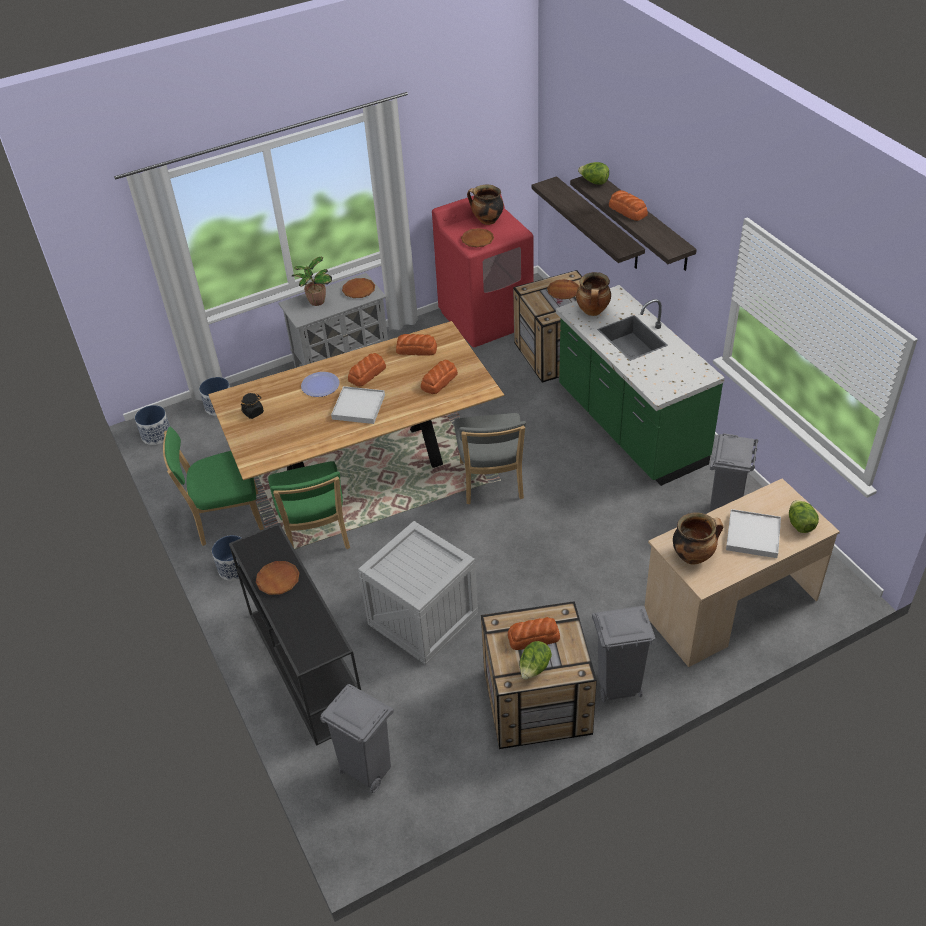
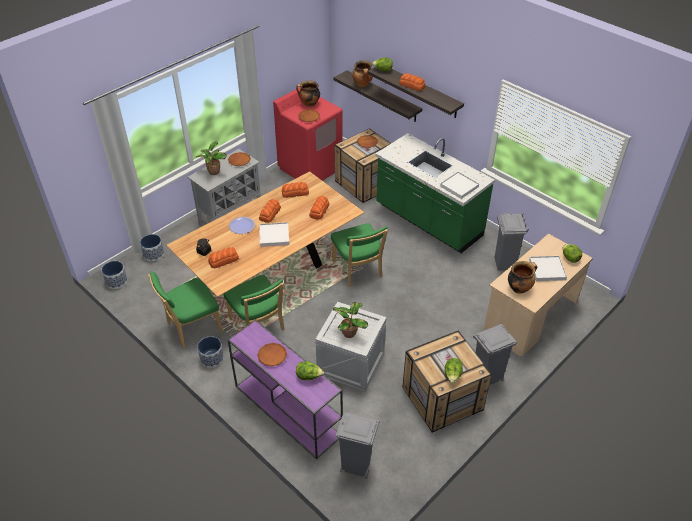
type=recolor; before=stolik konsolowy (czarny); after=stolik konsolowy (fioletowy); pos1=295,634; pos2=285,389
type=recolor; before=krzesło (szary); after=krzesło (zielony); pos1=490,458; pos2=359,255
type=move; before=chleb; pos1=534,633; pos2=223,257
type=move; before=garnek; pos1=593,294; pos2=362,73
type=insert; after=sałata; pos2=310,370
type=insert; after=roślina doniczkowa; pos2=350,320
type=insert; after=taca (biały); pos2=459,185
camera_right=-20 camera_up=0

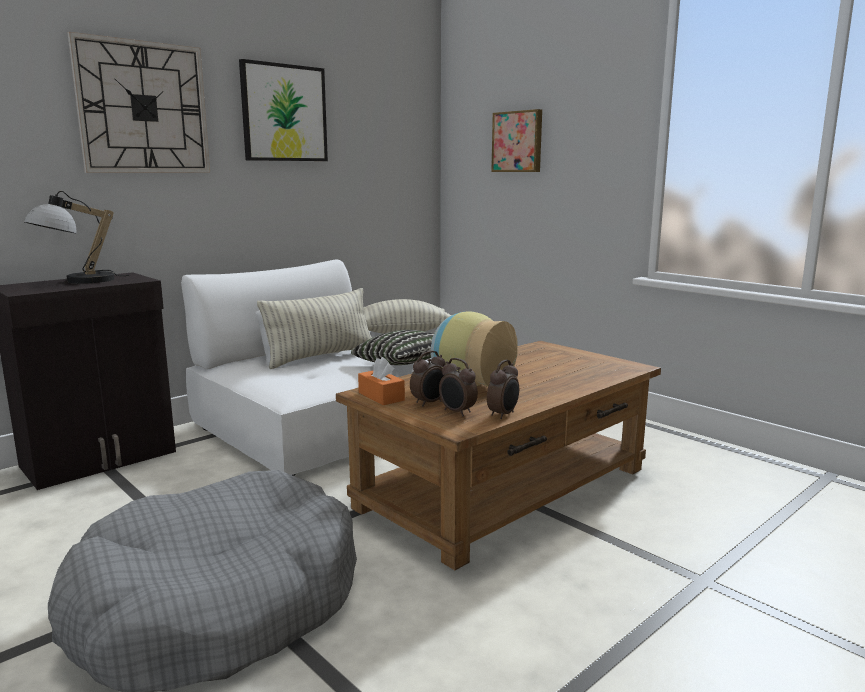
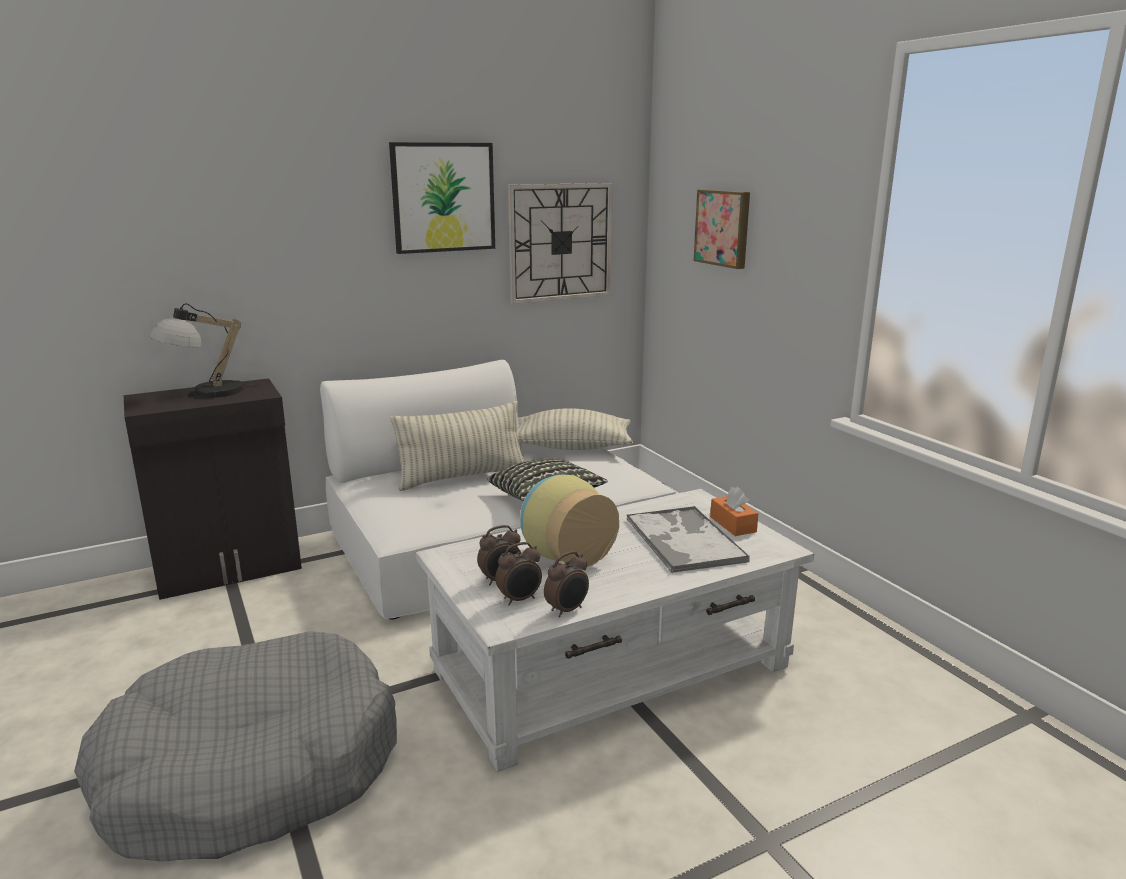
type=move; before=zegar ścienny; pos1=138,102; pos2=560,243
type=recolor; before=ława (brązowy); after=ława (biały); pos1=498,455; pos2=615,630
type=move; before=pudełko chusteczek (pomarańczowy); pos1=381,381; pos2=734,511
type=rotate; before=budzik; pos1=458,387; pos2=518,573; turn=-90
type=insert; after=taca; pos2=688,540
camera_right=15 camera_up=5

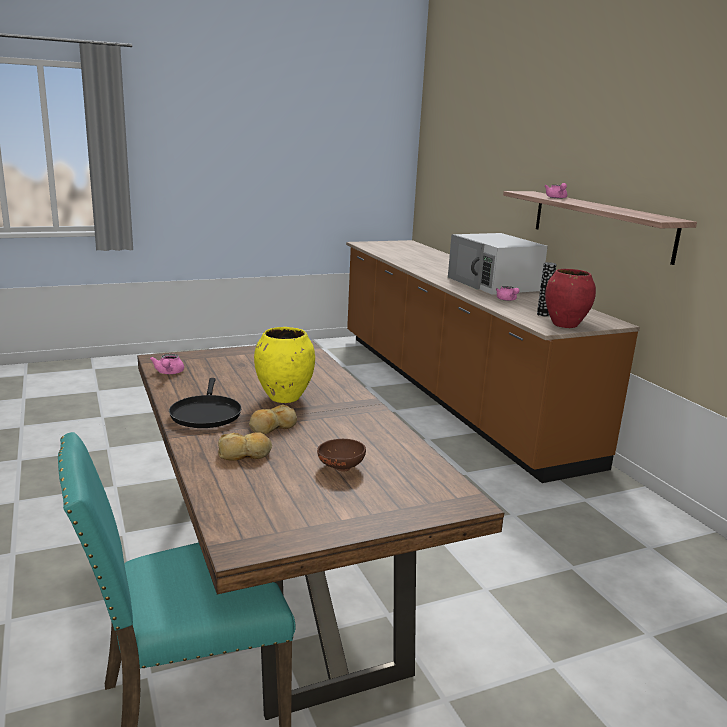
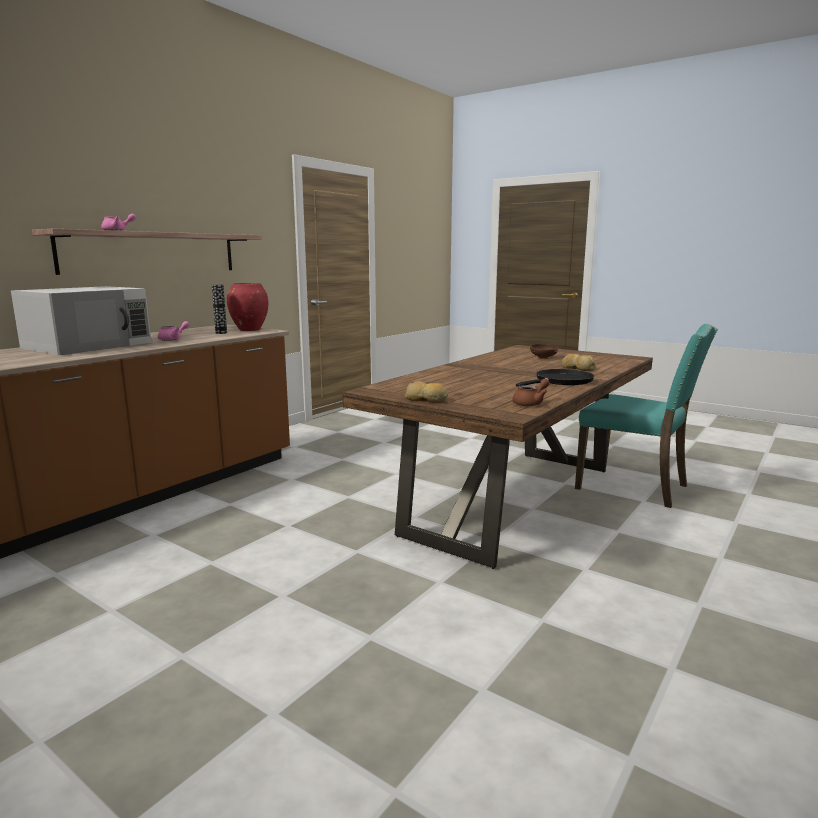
type=recolor; before=imbryk (różowy); after=imbryk (brązowy); pos1=167,364; pos2=531,392
type=move; before=chleb; pos1=273,419; pos2=426,392
type=delete; before=wazon (żółty); pos1=284,365
camera_right=-120 camera_up=-5

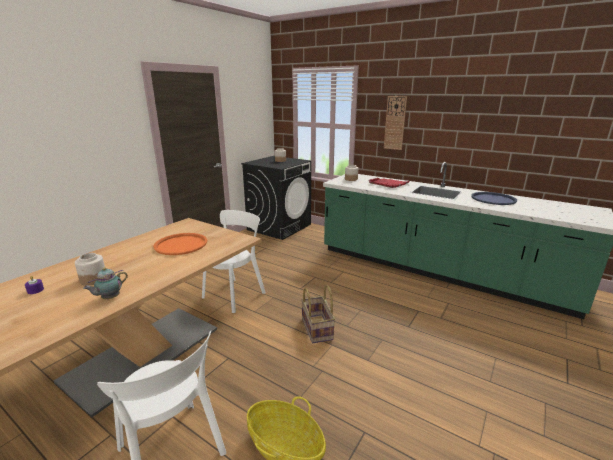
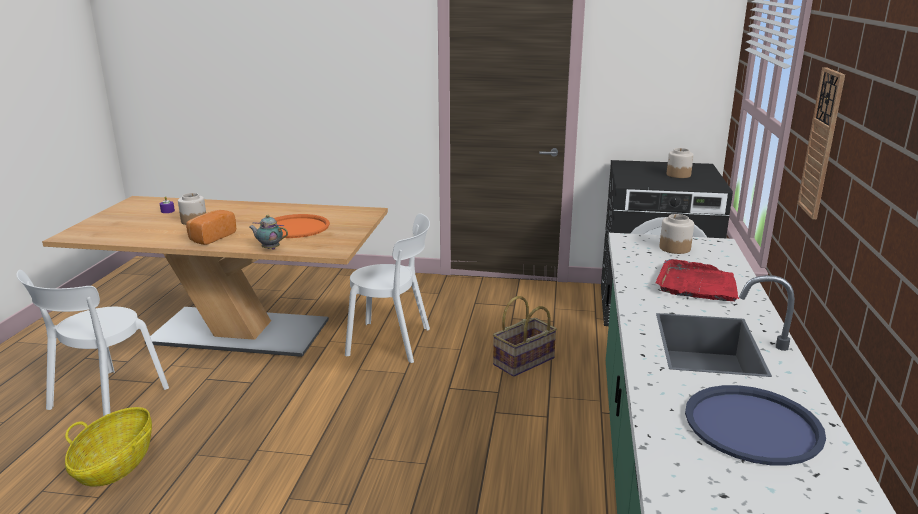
type=move; before=imbryk; pos1=105,283; pos2=268,232
type=move; before=koszyk; pos1=318,314; pos2=525,336
type=insert; after=chleb; pos2=211,227
camera_right=65 camera_up=0

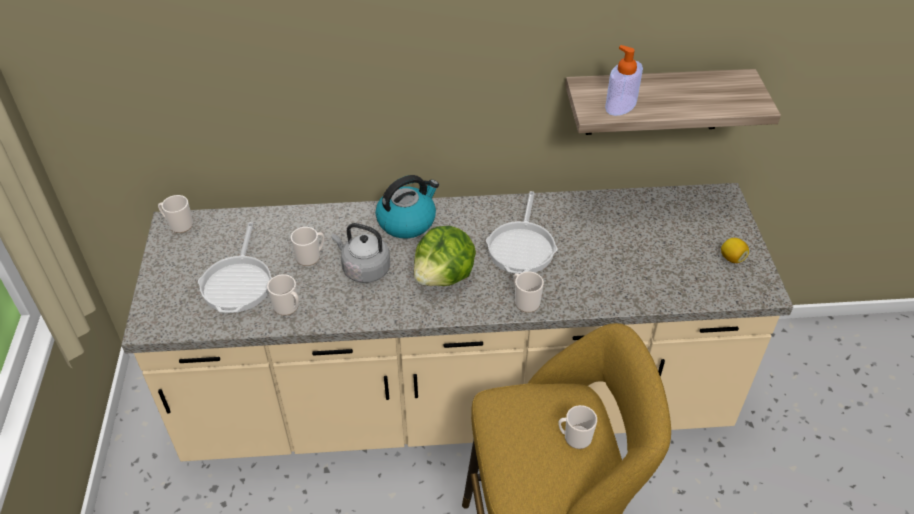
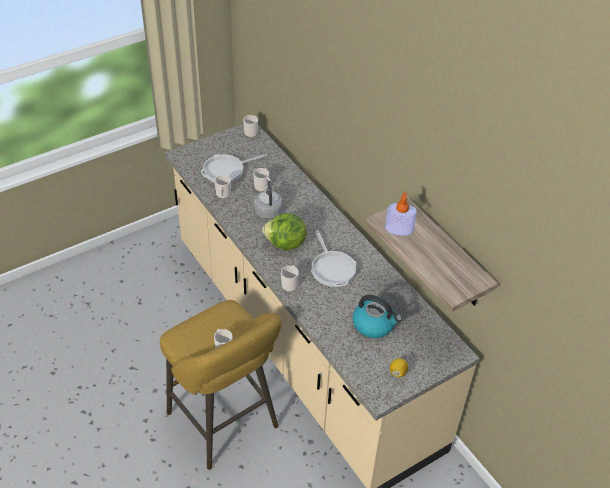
type=move; before=czajnik; pos1=407,206; pos2=377,316
type=rotate; before=patelnia; pos1=522,232; pos2=333,258; turn=-90
camera_right=60 camera_up=0

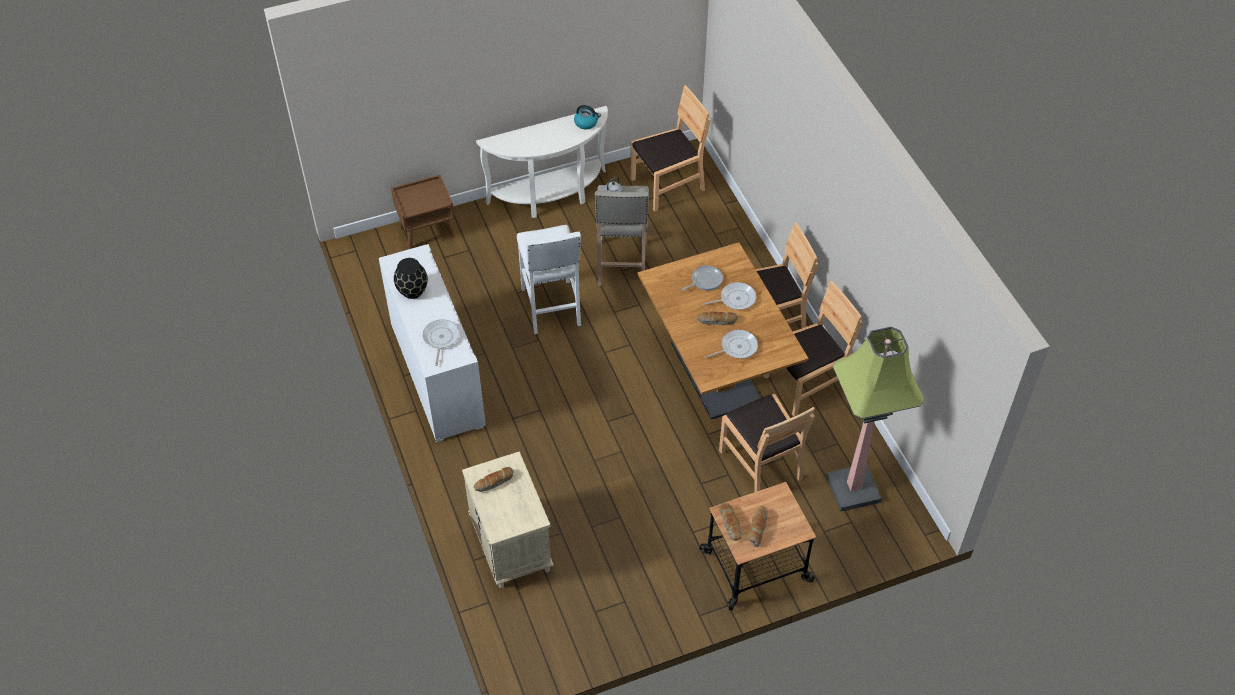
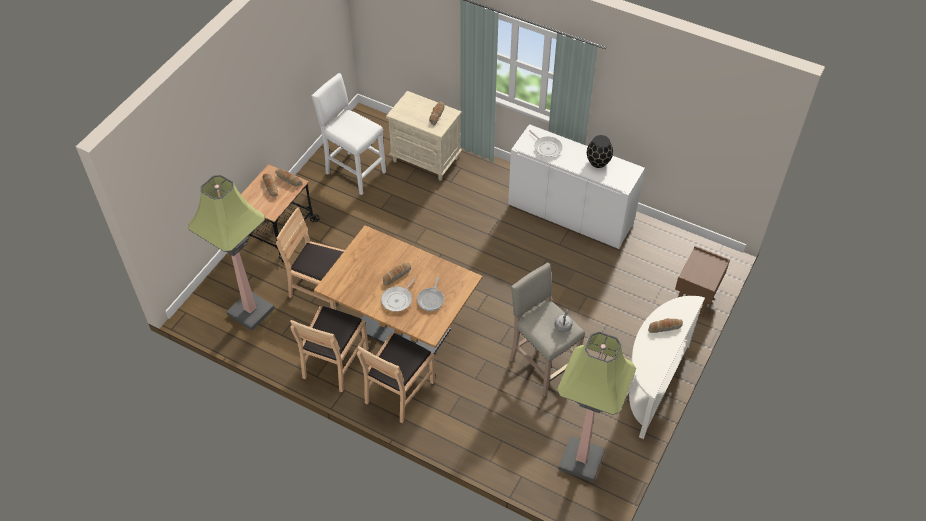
type=move; before=stołek (biały); pos1=549,279; pos2=348,134
type=delete; before=czajnik; pos1=587,117
type=replace; before=krzesło (brązowy); after=lampa stojąca; pos1=670,148; pos2=596,407
type=delete; before=patelnia; pos1=731,344
type=insert; after=chleb; pos2=665,325
camera_right=140 camera_up=0

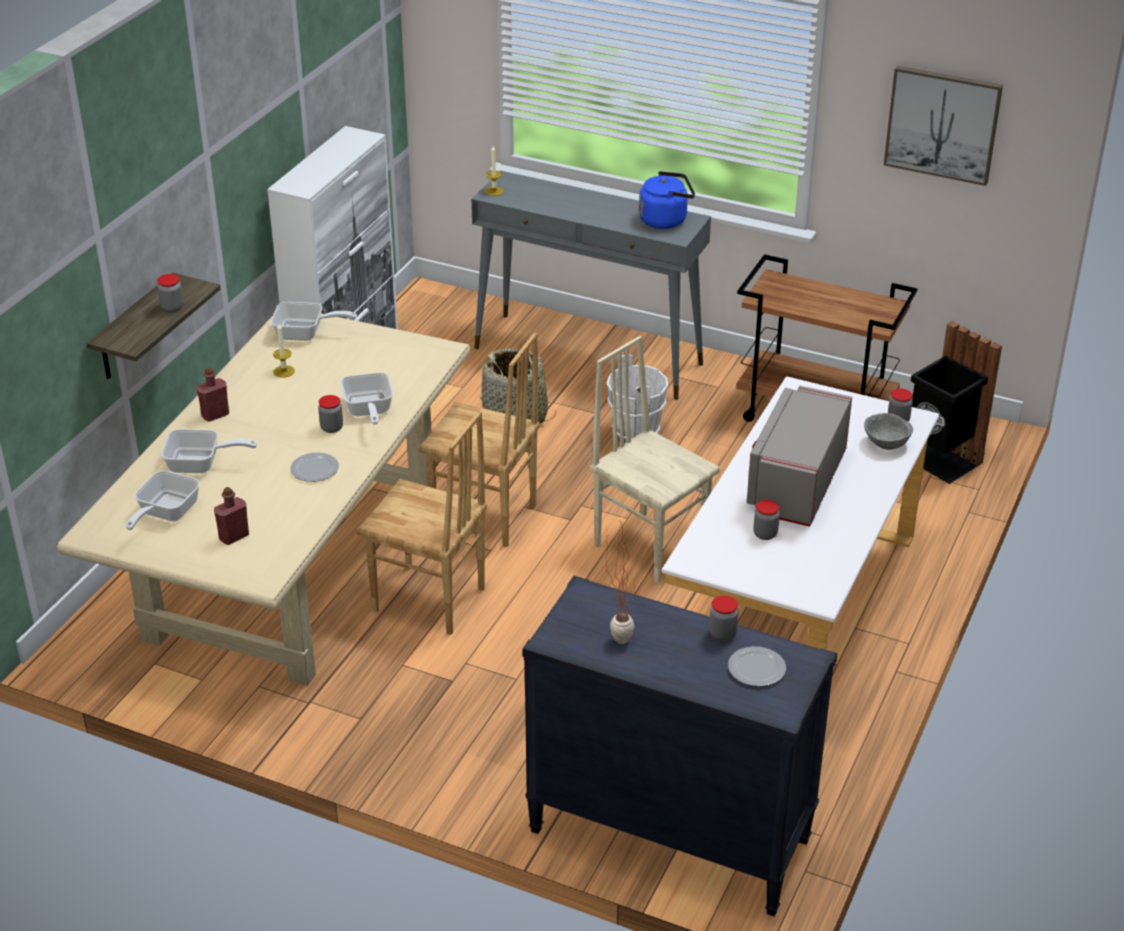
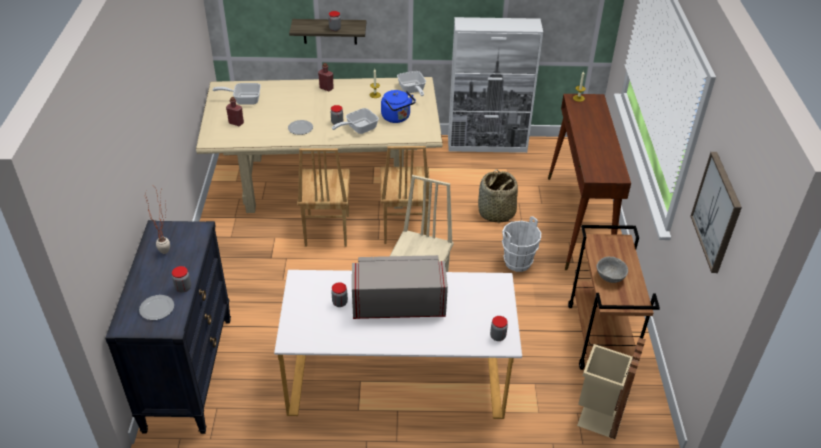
type=delete; before=patelnia; pos1=209,451
type=recolor; before=stolik konsolowy (szary); after=stolik konsolowy (brązowy); pos1=591,285; pos2=589,182
type=move; before=czajnik (niebieski); pos1=667,200; pos2=398,106
type=move; before=miska (szary); pos1=888,431; pos2=612,270
type=recolor; before=kosz na śmieci (czarny); after=kosz na śmieci (beżowy); pos1=956,402; pos2=611,388
camera_right=65 camera_up=5

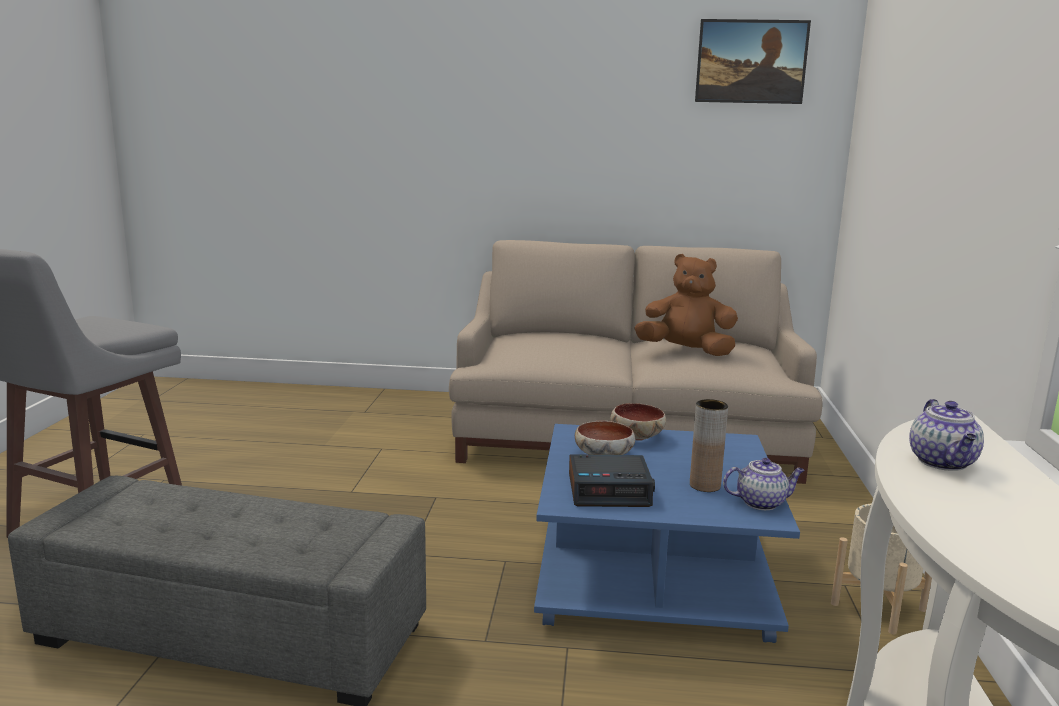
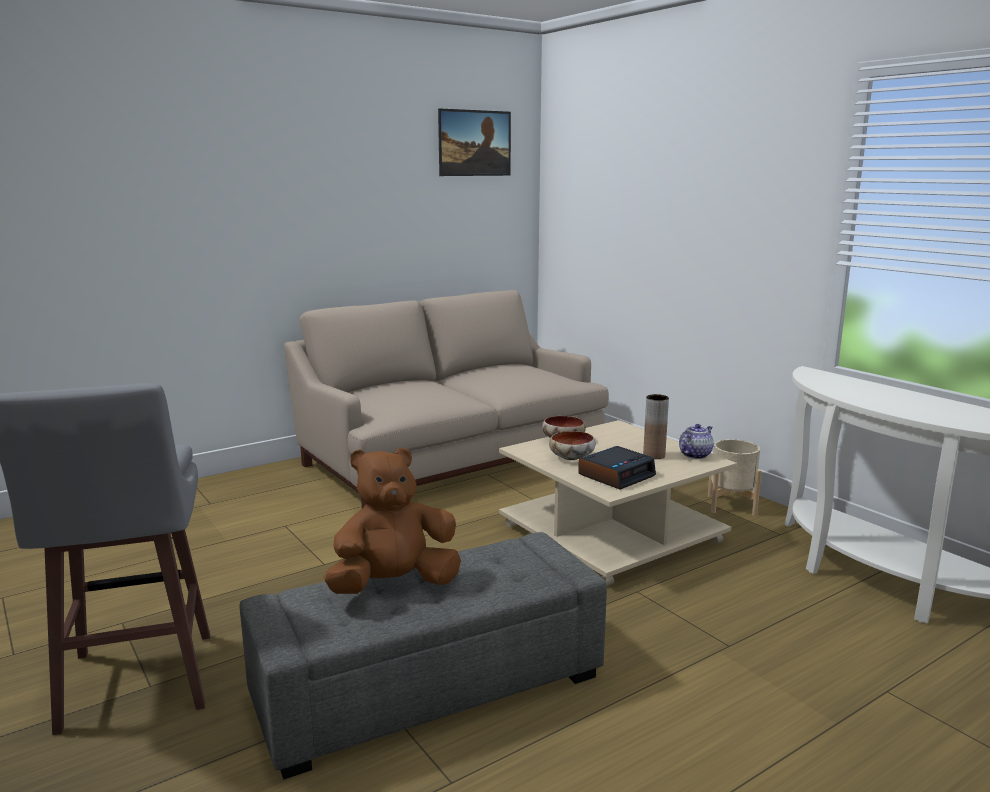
type=recolor; before=ława (niebieski); after=ława (beżowy); pos1=667,533; pos2=618,503
type=move; before=pluszak (brązowy); pos1=686,305; pos2=392,520
type=delete; before=imbryk; pos1=946,435
camera_right=-40 camera_up=0

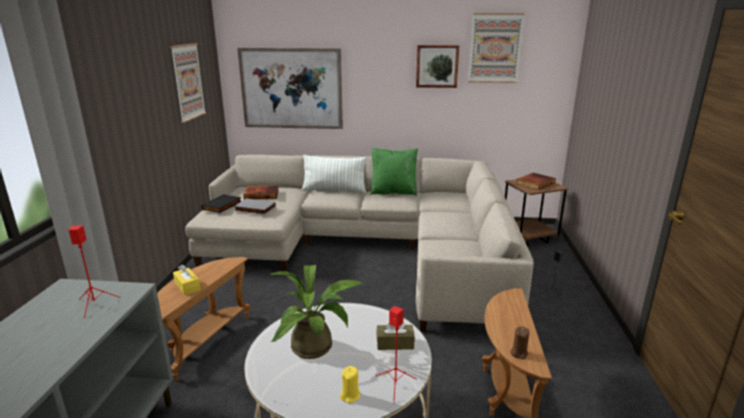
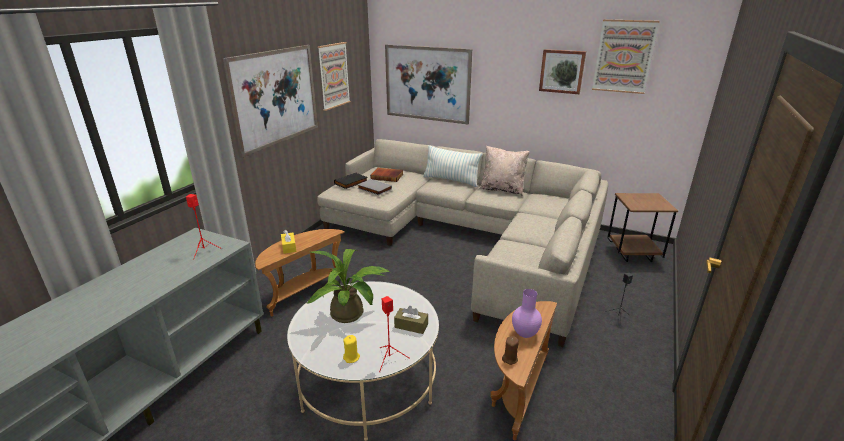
type=recolor; before=poduszka (zielony); after=poduszka (beżowy); pos1=394,172; pos2=504,171
type=delete; before=książka; pos1=536,181
type=insert; after=obraz; pos2=270,101
type=insert; after=wazon (fioletowy); pos2=527,313
camera_right=20 camera_up=5

